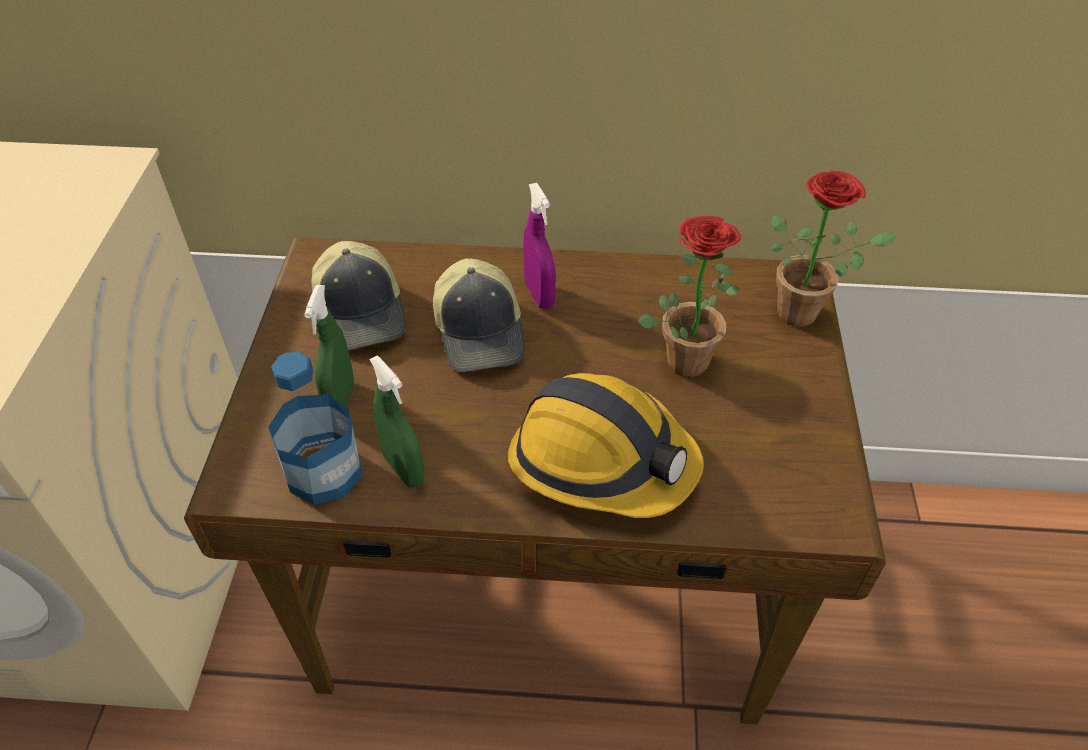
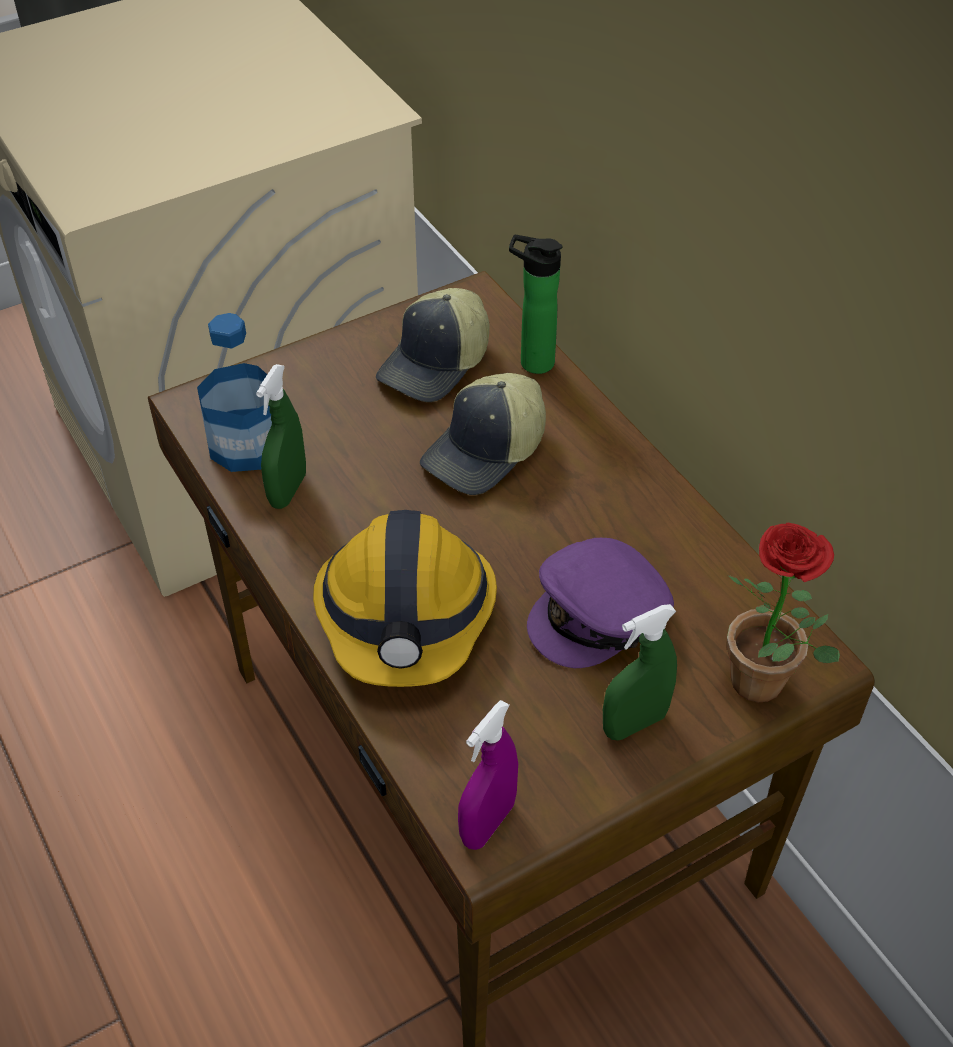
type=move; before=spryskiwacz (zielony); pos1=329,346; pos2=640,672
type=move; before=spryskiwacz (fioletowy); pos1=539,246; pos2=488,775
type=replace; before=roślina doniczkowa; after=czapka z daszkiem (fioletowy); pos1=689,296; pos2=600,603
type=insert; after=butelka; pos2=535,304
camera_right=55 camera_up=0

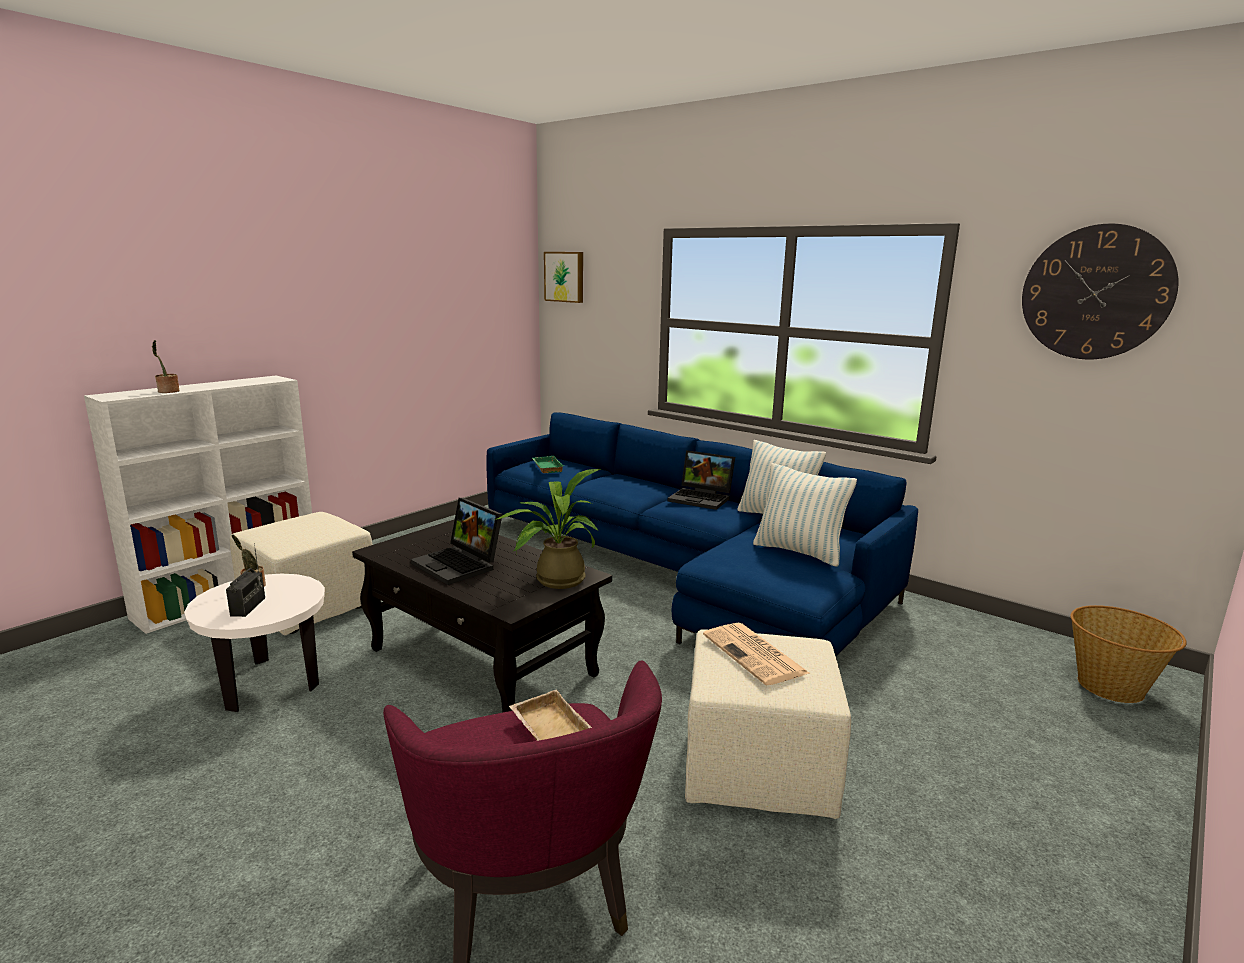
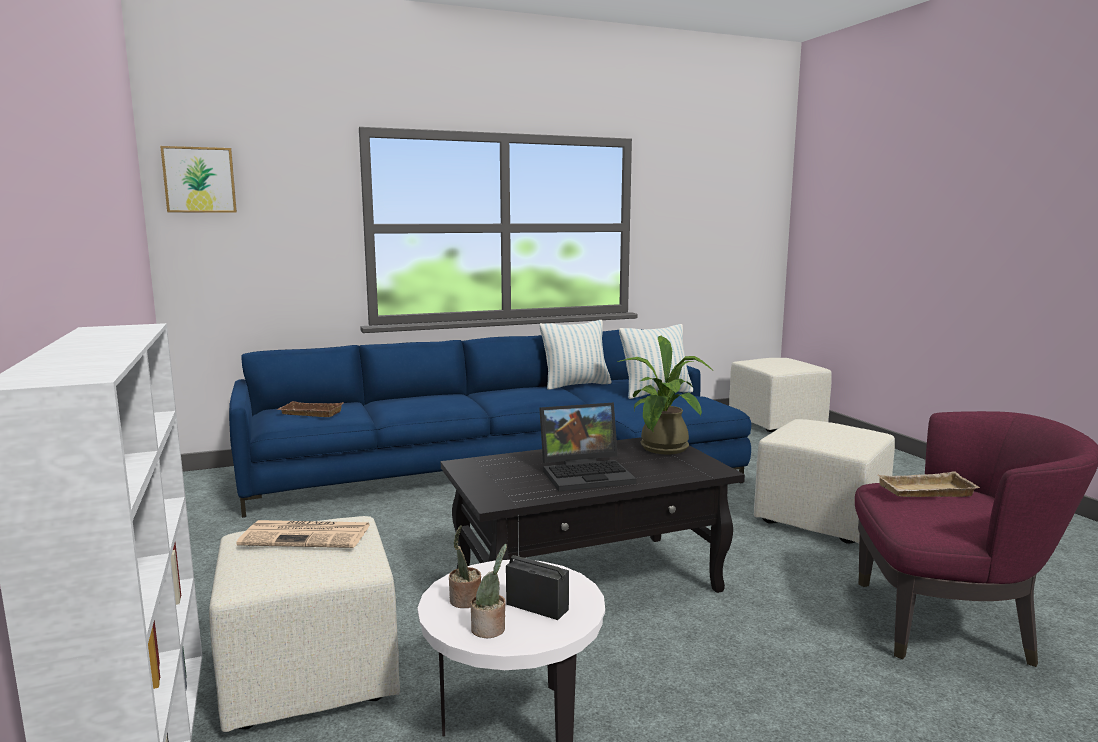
type=move; before=roślina doniczkowa; pos1=166,366; pos2=489,591
type=recolor; before=taca (zielony); after=taca (brązowy); pos1=548,464; pos2=310,409
type=delete; before=laptop; pos1=701,480
type=move; before=gazeta; pos1=756,654; pos2=303,534
type=delete; before=zegar ścienny; pos1=1100,291
type=replace; before=koszyk; after=pufa (beżowy); pos1=1129,654; pos2=780,395
camera_right=-60 camera_up=-5

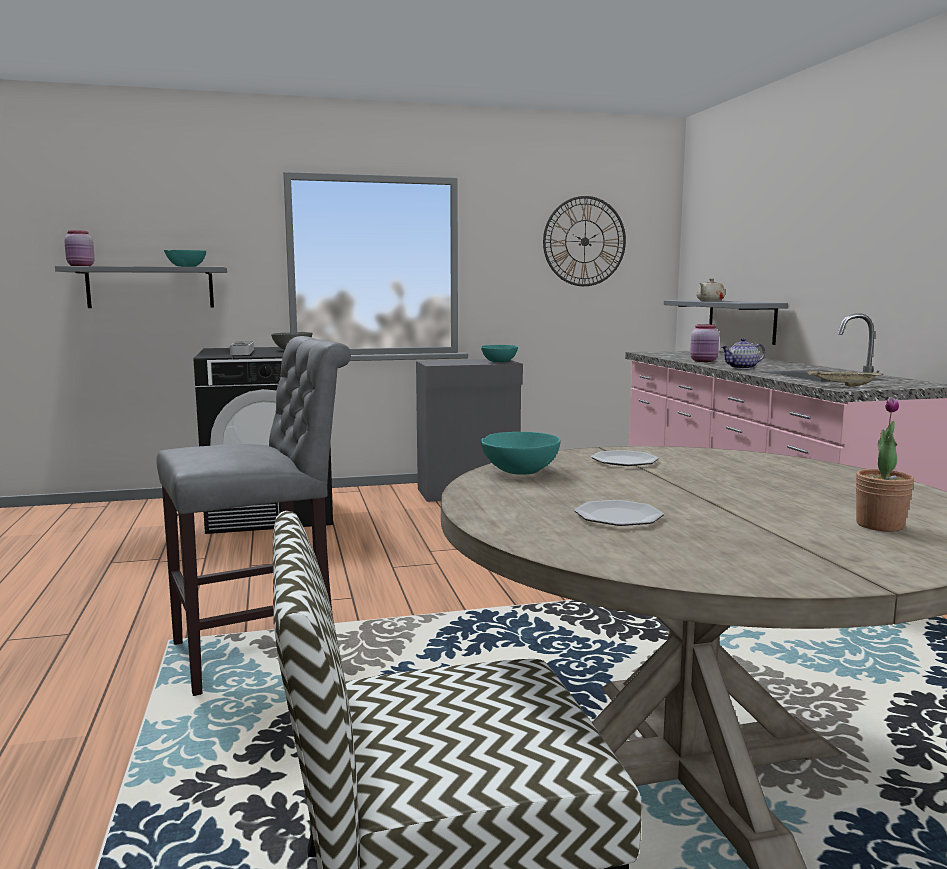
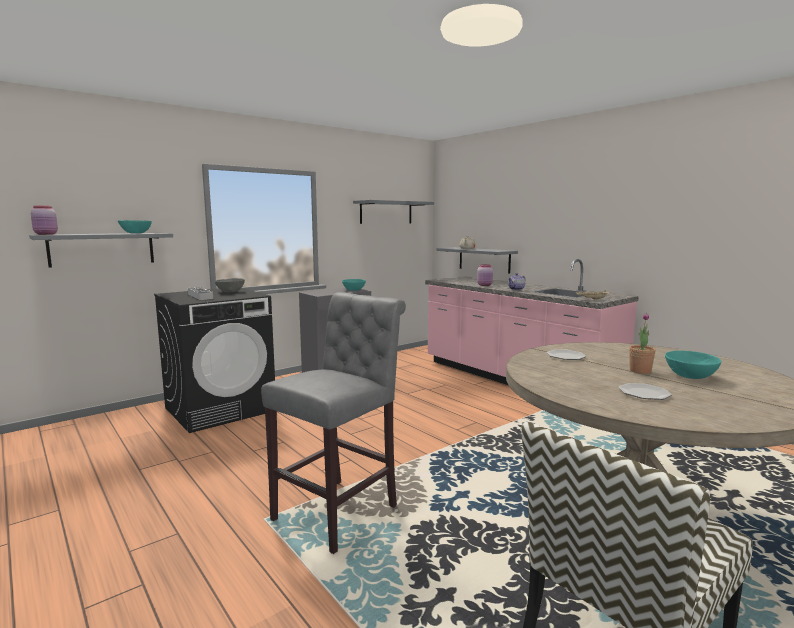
type=move; before=miska (turkusowy); pos1=520,453; pos2=693,365
type=replace; before=zegar ścienny; after=półka (szary); pos1=584,241; pos2=393,212
type=move; before=roślina doniczkowa; pos1=885,464; pos2=642,343
camera_right=-25 camera_up=0

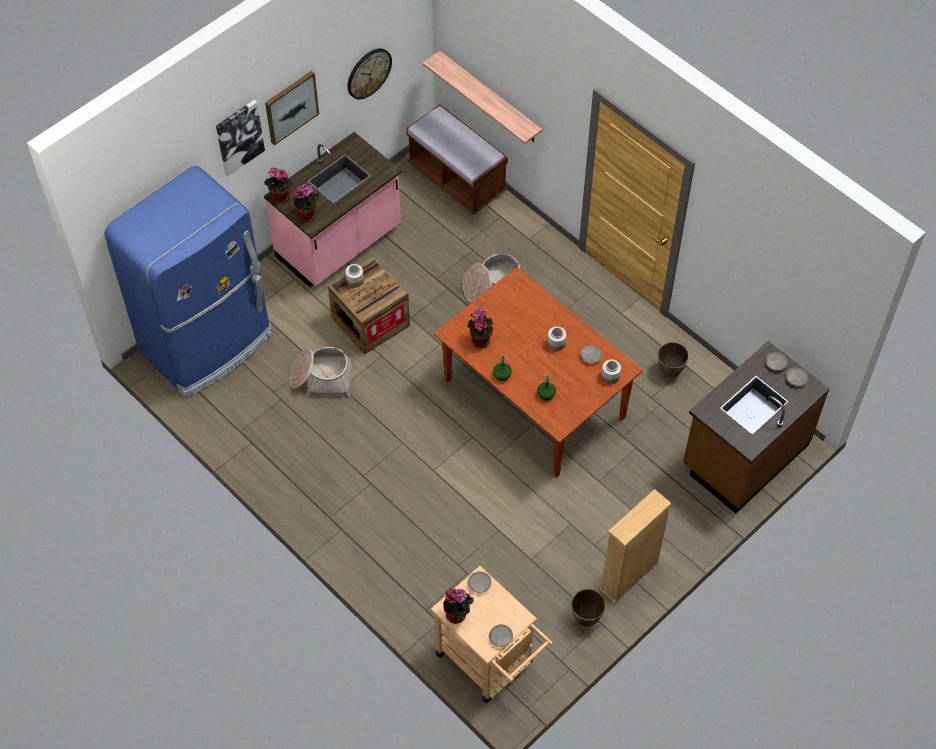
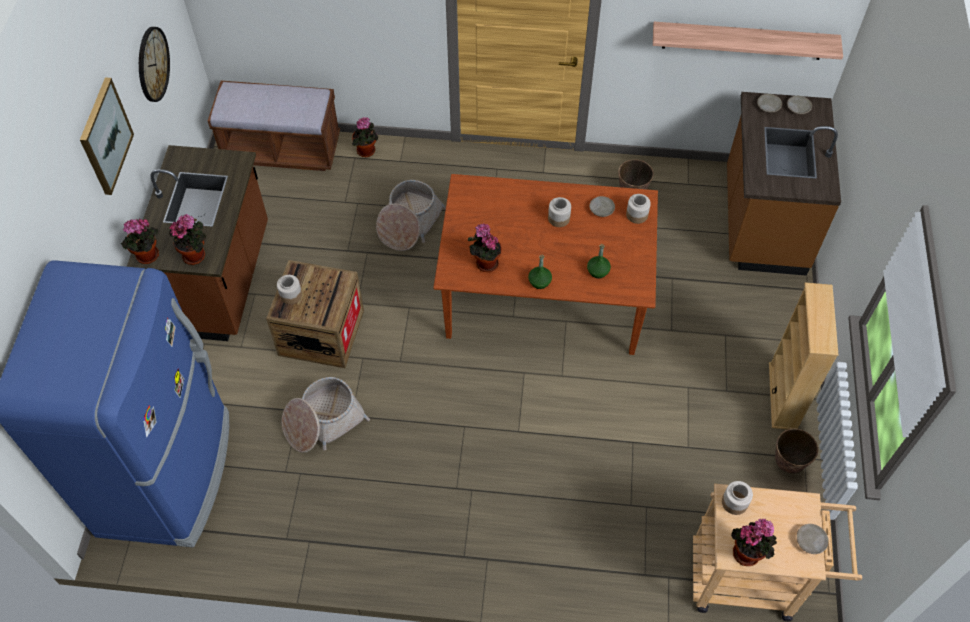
type=delete; before=obraz; pos1=240,138
type=recolor; before=zabudowa kuchenna (różowy); after=zabudowa kuchenna (brązowy); pos1=333,209; pos2=197,243
type=move; before=półka; pos1=482,97; pos2=748,41
type=replace; before=talerz (beżowy); after=słoik; pos1=480,582; pos2=737,498
type=insert; after=roślina doniczkowa; pos2=365,137
camera_right=-40 camera_up=0

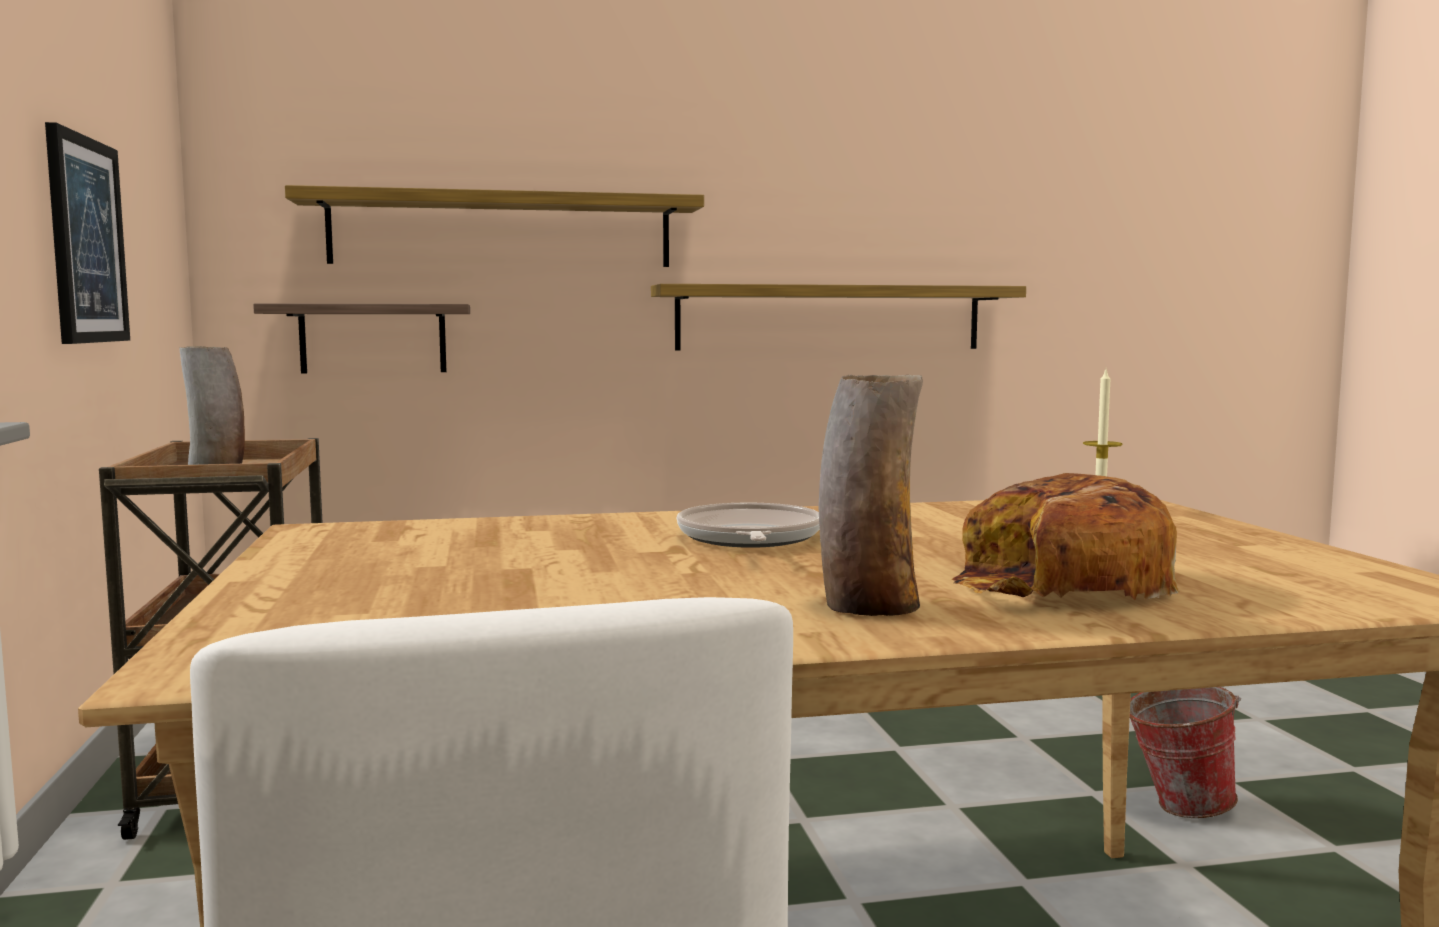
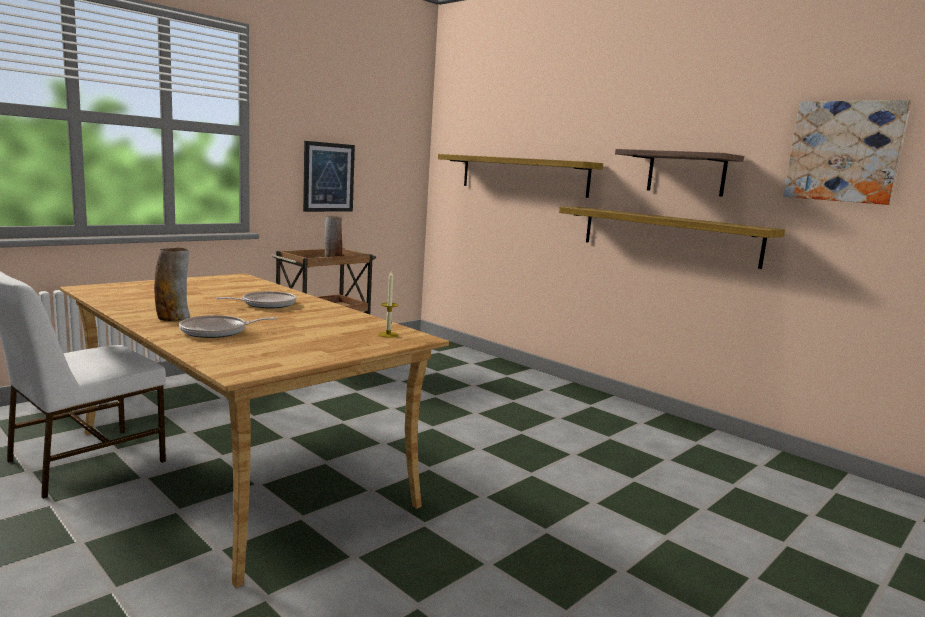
type=move; before=półka; pos1=361,338; pos2=679,173
type=replace; before=chleb; after=patelnia; pos1=1065,536; pos2=228,326
type=delete; before=wiadro; pos1=1185,752
type=insert; after=obraz; pos2=847,152
camera_right=55 camera_up=5

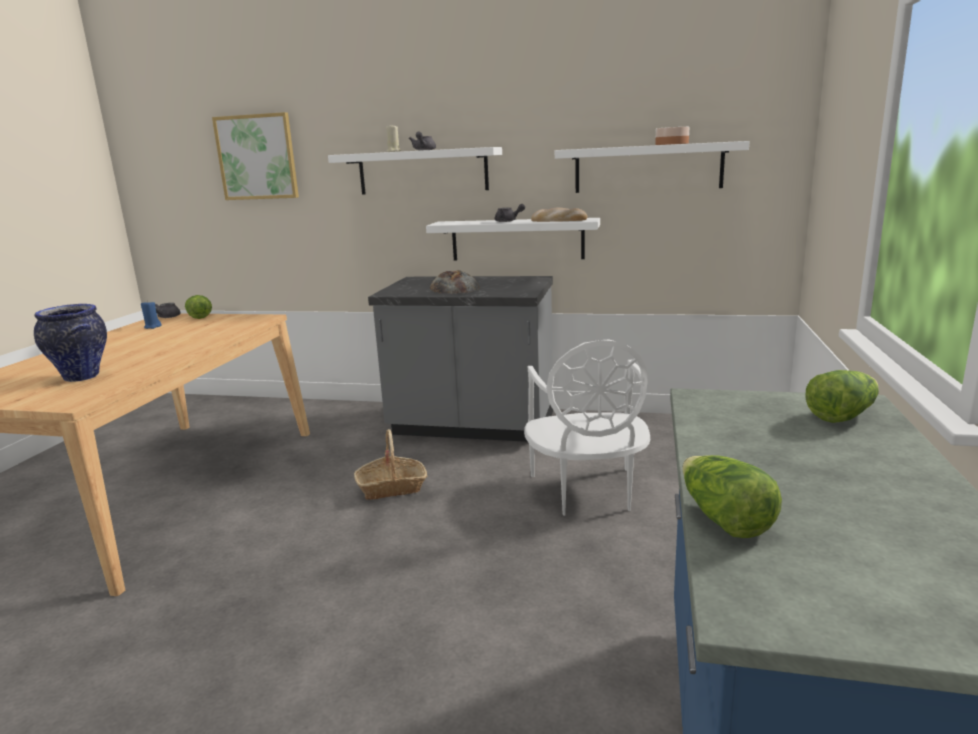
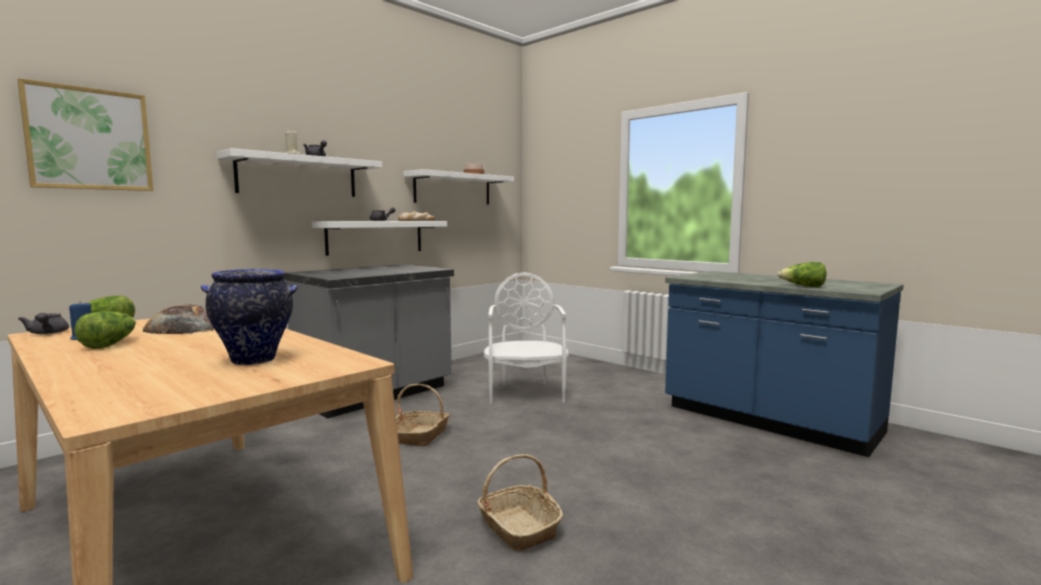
type=move; before=chleb; pos1=455,282; pos2=178,319
type=rotate; before=krzesło (biały); pos1=587,428; pos2=526,338; turn=-120
type=move; before=sałata; pos1=842,396; pos2=105,330
type=insert; after=koszyk; pos2=520,503
camera_right=-60 camera_up=-10

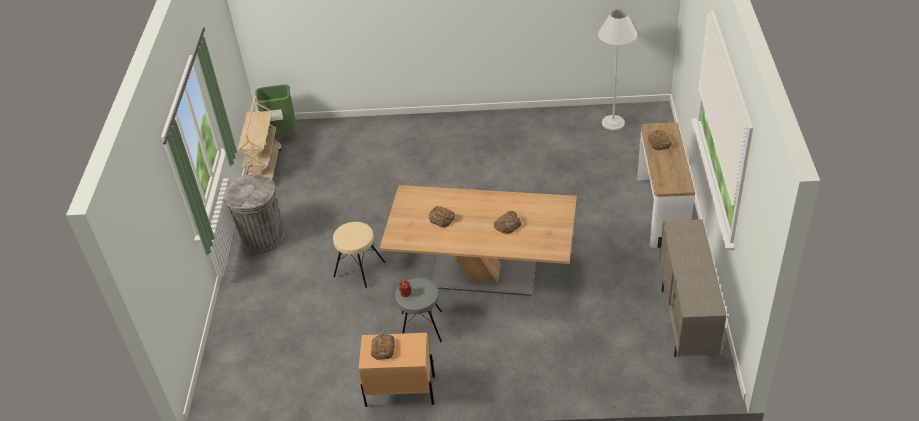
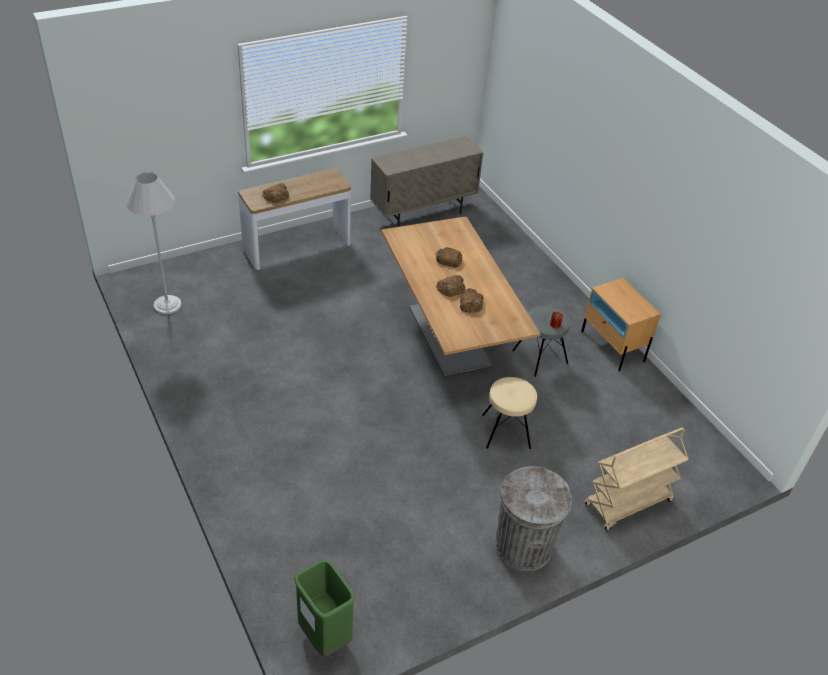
type=move; before=wózek (beżowy); pos1=259,137; pos2=637,479
type=move; before=chleb; pos1=383,347; pos2=450,286
camera_right=-125 camera_up=0

